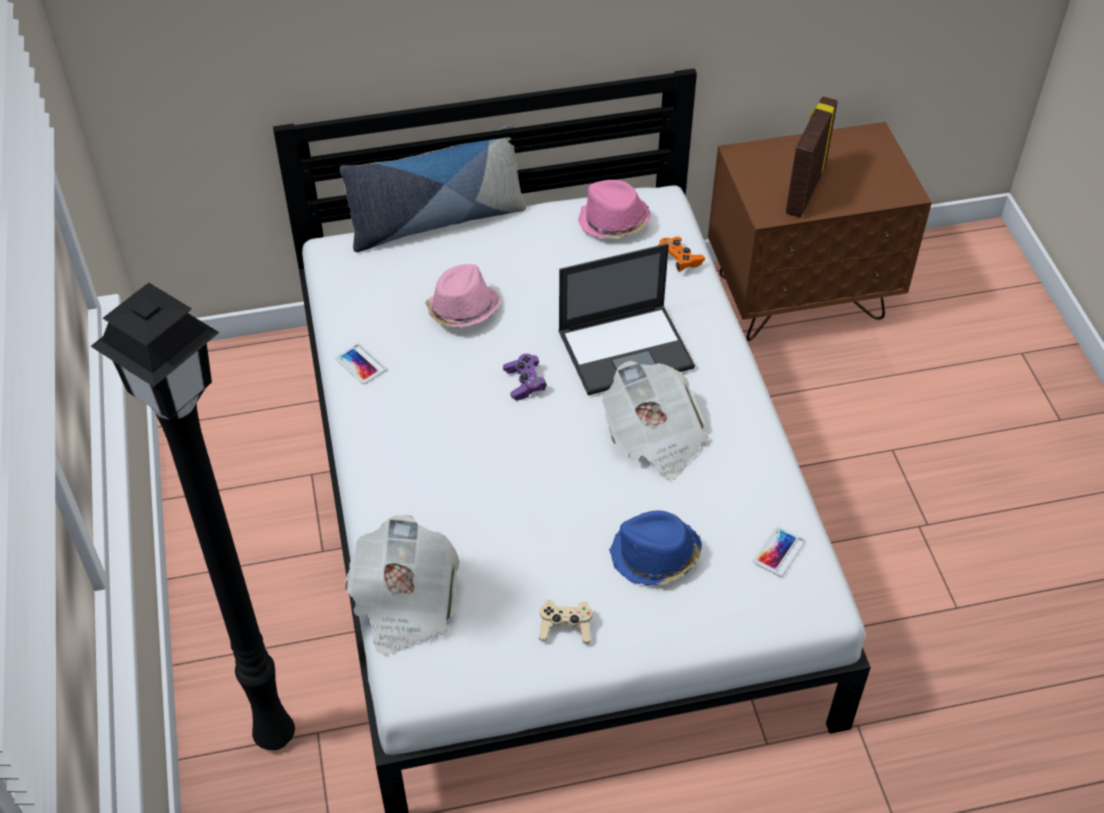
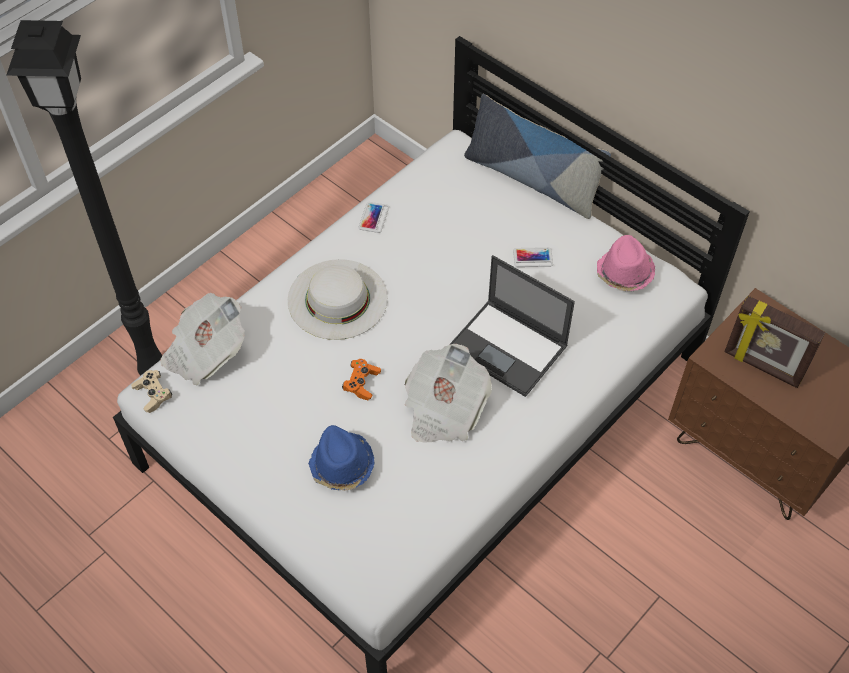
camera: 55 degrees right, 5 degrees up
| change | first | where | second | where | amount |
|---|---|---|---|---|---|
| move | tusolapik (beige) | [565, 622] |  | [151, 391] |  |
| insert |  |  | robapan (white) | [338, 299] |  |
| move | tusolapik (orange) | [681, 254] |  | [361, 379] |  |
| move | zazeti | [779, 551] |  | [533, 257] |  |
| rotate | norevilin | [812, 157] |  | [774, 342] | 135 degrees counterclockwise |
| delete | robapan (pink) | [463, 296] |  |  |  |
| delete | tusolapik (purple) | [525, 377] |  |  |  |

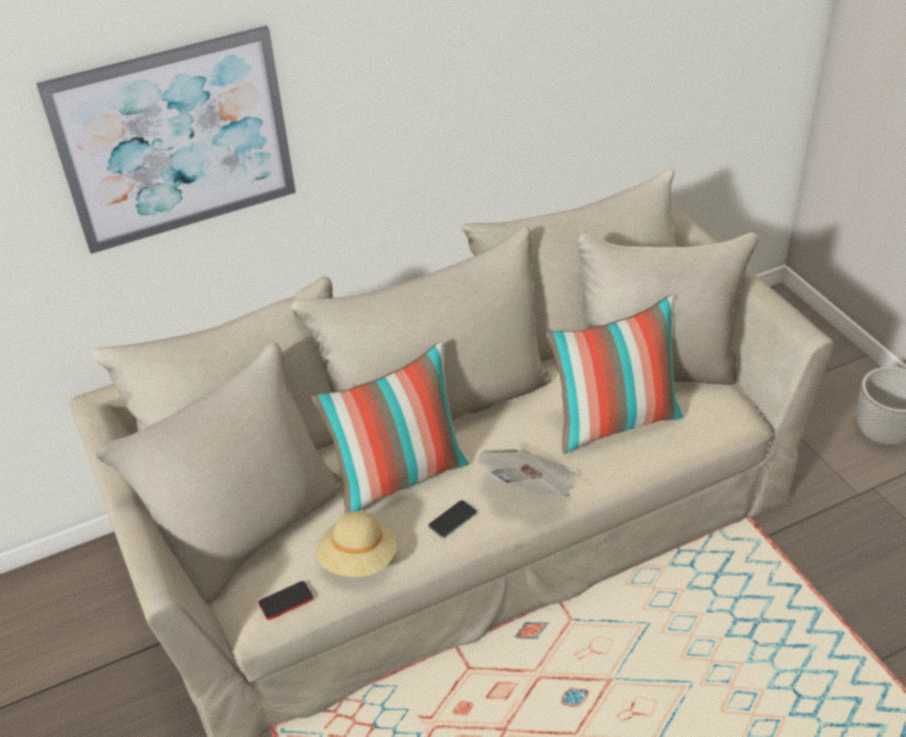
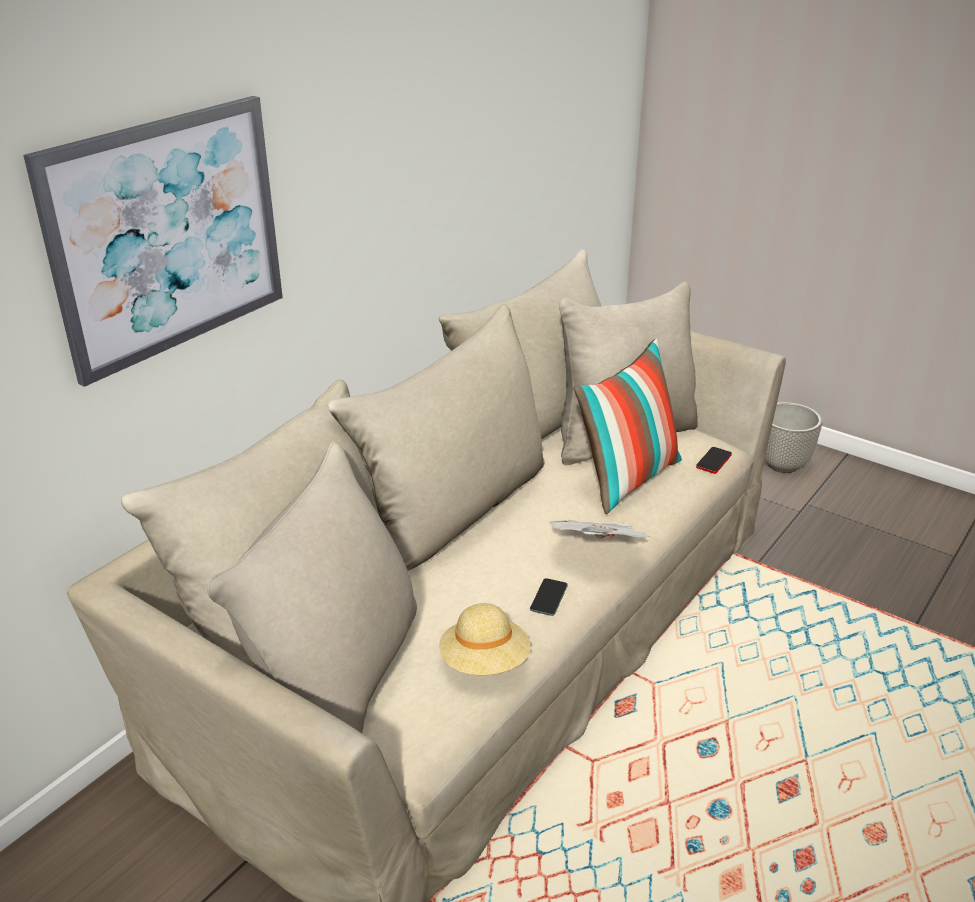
camera: 30 degrees left, 10 degrees down
| change | first | where | second | where | amount |
|---|---|---|---|---|---|
| move | zazeti | [286, 600] |  | [714, 460] |  |
| delete | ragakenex | [390, 427] |  |  |  |

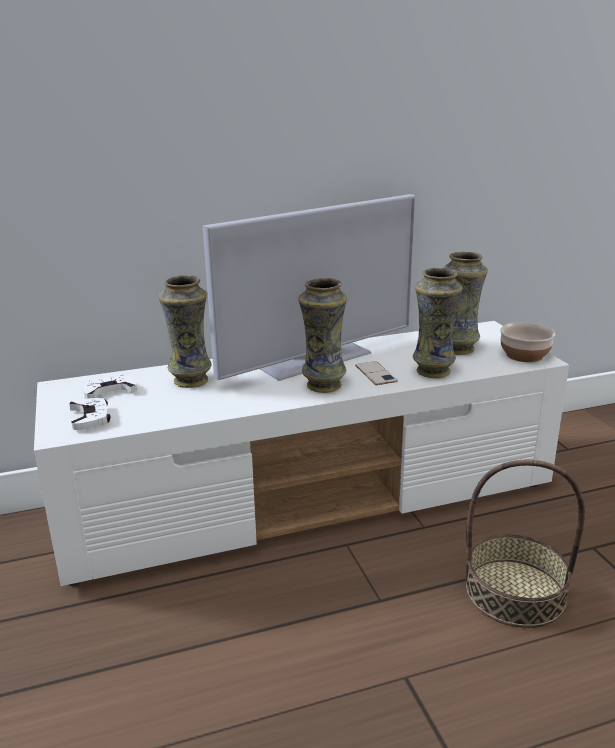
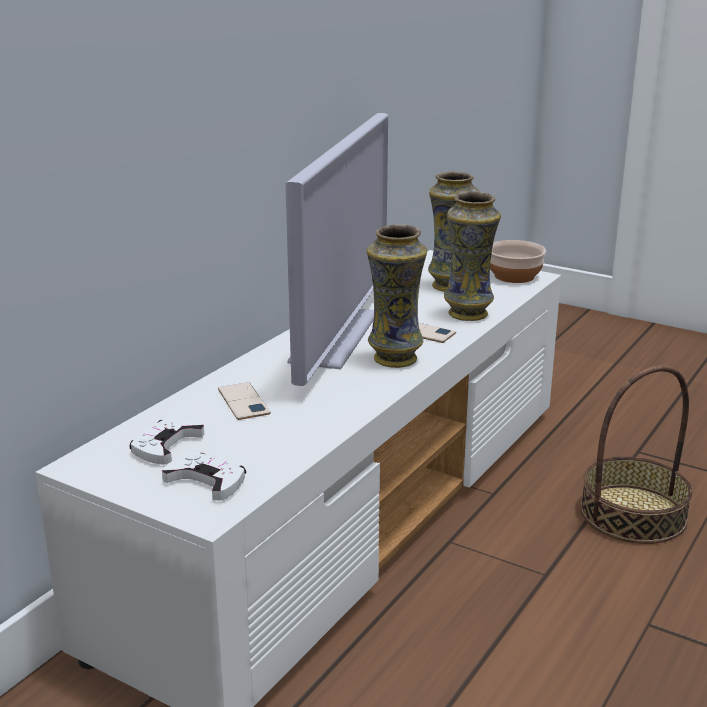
camera: 40 degrees left, 0 degrees up
| change | first | where | second | where | amount |
|---|---|---|---|---|---|
| replace | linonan | [185, 331] | zazeti | [244, 401] |  |

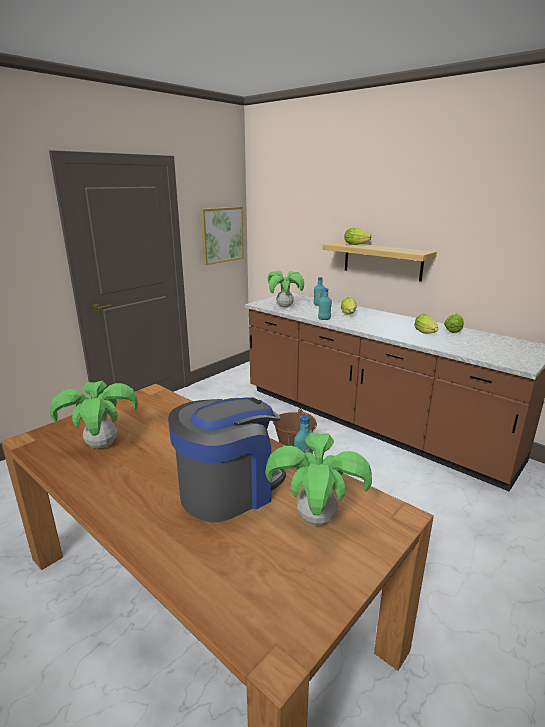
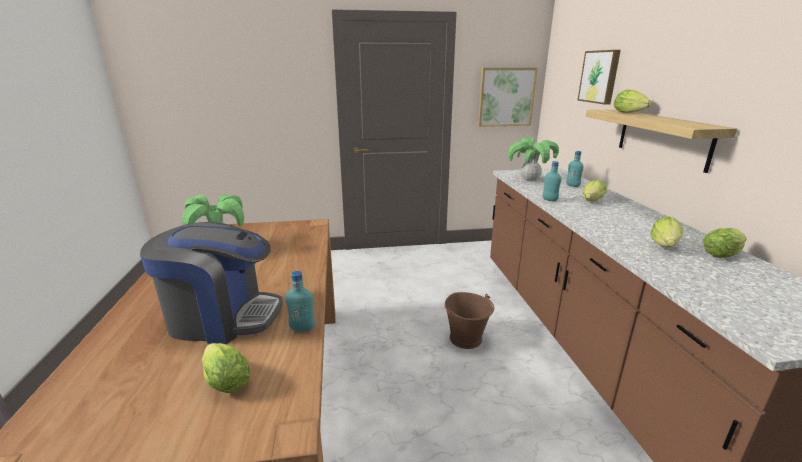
camera: 40 degrees right, 0 degrees up
| change | first | where | second | where | amount |
|---|---|---|---|---|---|
| replace | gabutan | [318, 478] | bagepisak | [226, 368] |  |
| insert |  |  | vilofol | [599, 77] |  |

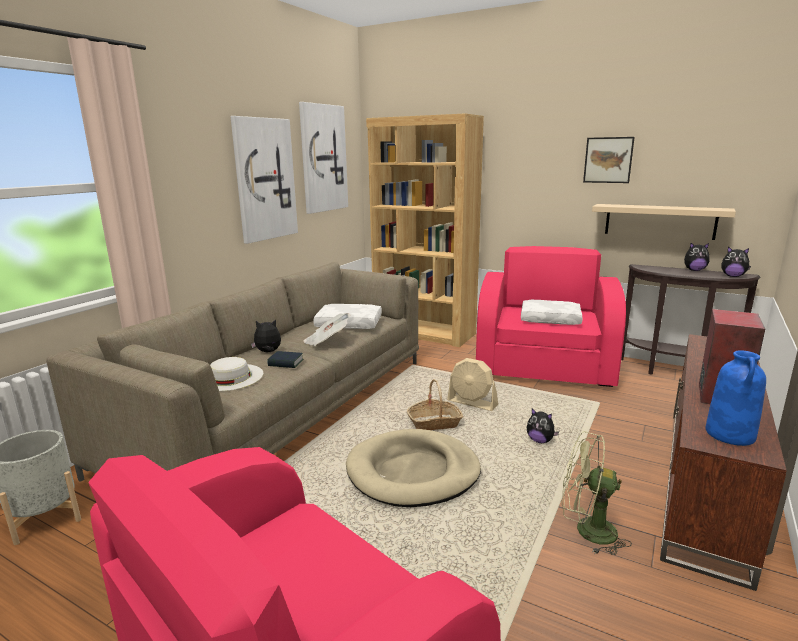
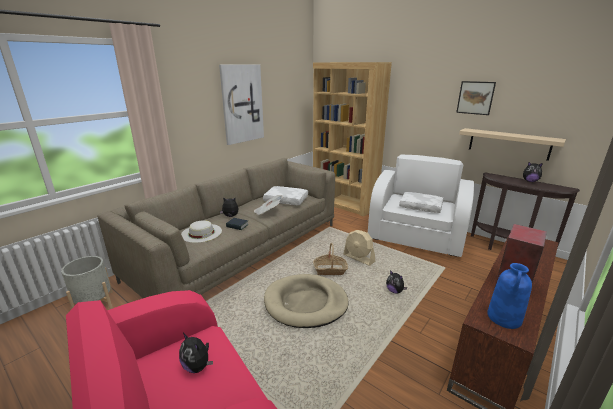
camera: 10 degrees right, 5 degrees up
| change | first | where | second | where | amount |
|---|---|---|---|---|---|
| move | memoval | [736, 262] |  | [196, 353] |  |
| recolor | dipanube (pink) | [551, 316] | dipanube (white) | [421, 206] |  |
| delete | vilofol | [323, 158] |  |  |  |
| delete | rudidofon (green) | [597, 493] |  |  |  |

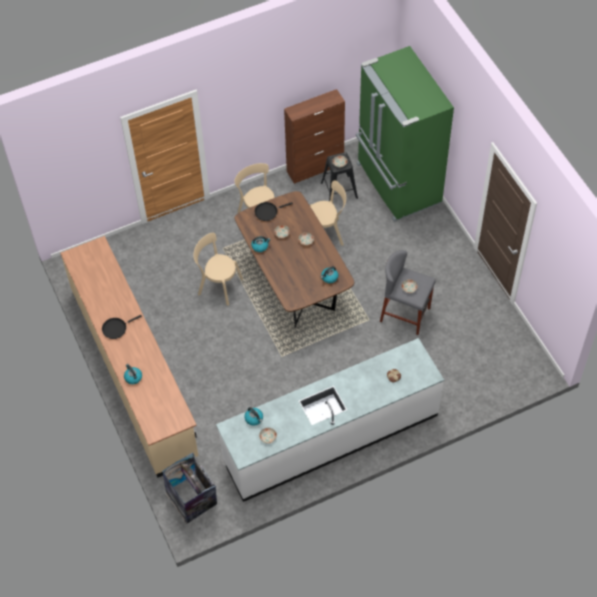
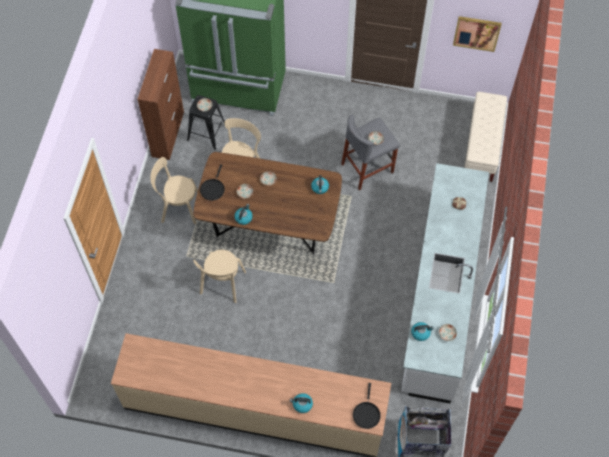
camera: 55 degrees left, 5 degrees up
| change | first | where | second | where | amount |
|---|---|---|---|---|---|
| rotate | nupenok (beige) | [218, 269] |  | [219, 276] | 45 degrees counterclockwise |
| move | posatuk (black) | [122, 327] |  | [367, 406] |  |
| insert |  |  | vilofol | [477, 34] |  |
| insert |  |  | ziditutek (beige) | [486, 137] |  |

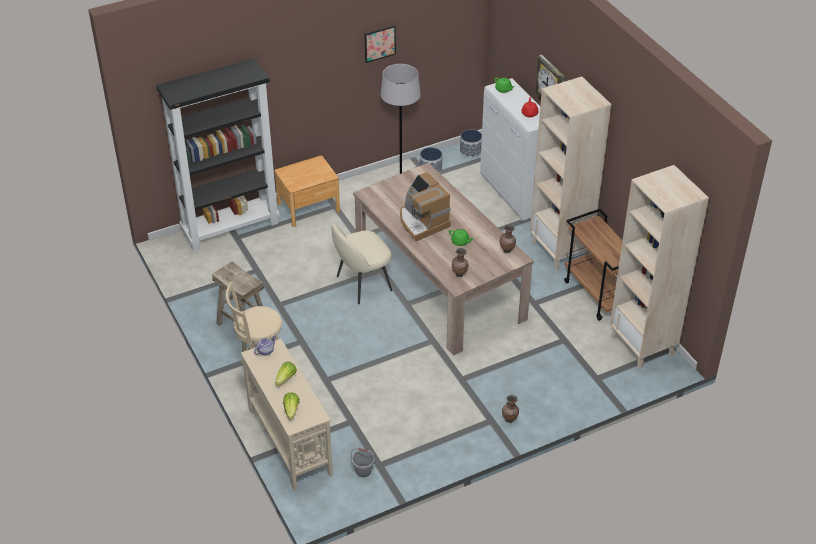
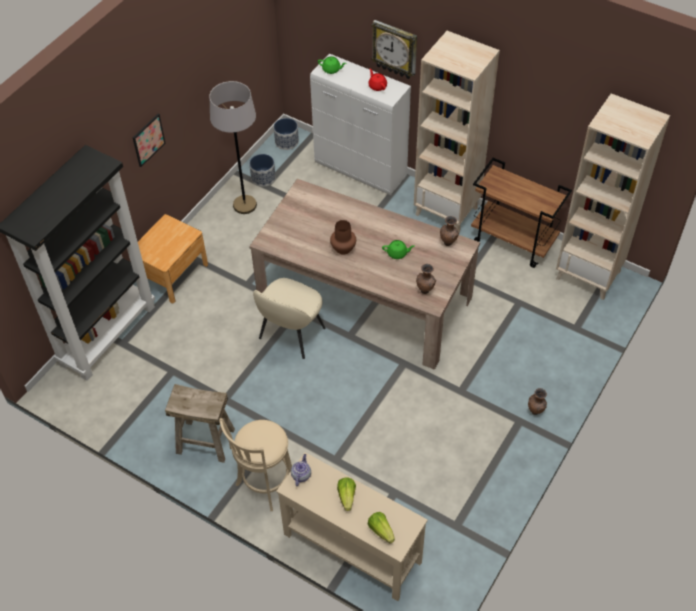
camera: 30 degrees left, 10 degrees up
| change | first | where | second | where | amount |
|---|---|---|---|---|---|
| move | vilofol | [380, 44] |  | [149, 140] |  |
| replace | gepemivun | [425, 206] | linonan (brown) | [343, 237] |  |
| delete | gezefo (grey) | [363, 462] |  |  |  |

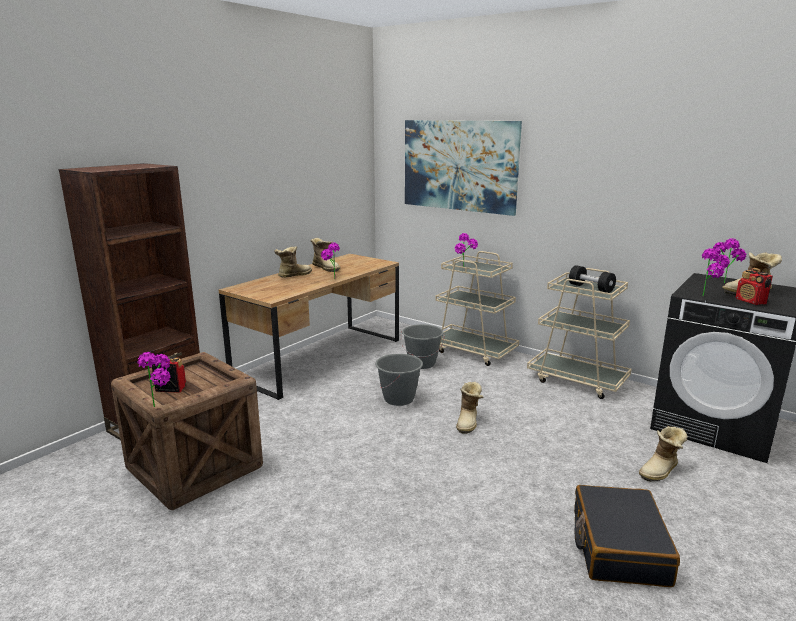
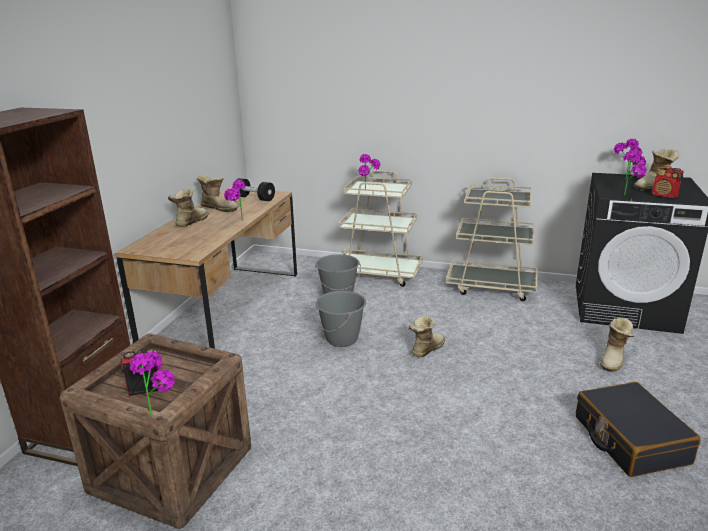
camera: 20 degrees left, 5 degrees up
| change | first | where | second | where | amount |
|---|---|---|---|---|---|
| move | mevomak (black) | [592, 279] |  | [255, 189] |  |
| rotate | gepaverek | [470, 408] |  | [427, 336] | 135 degrees counterclockwise |
| delete | vilofol | [463, 168] |  |  |  |

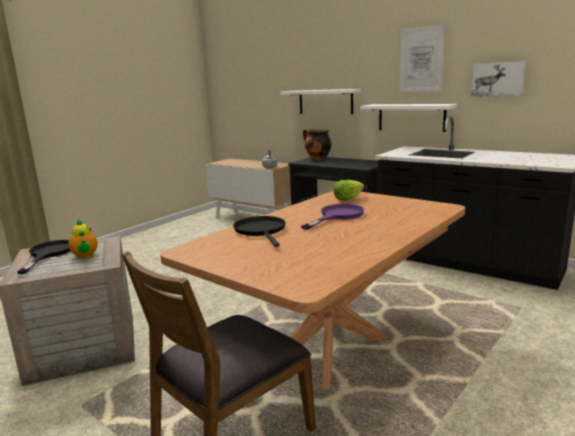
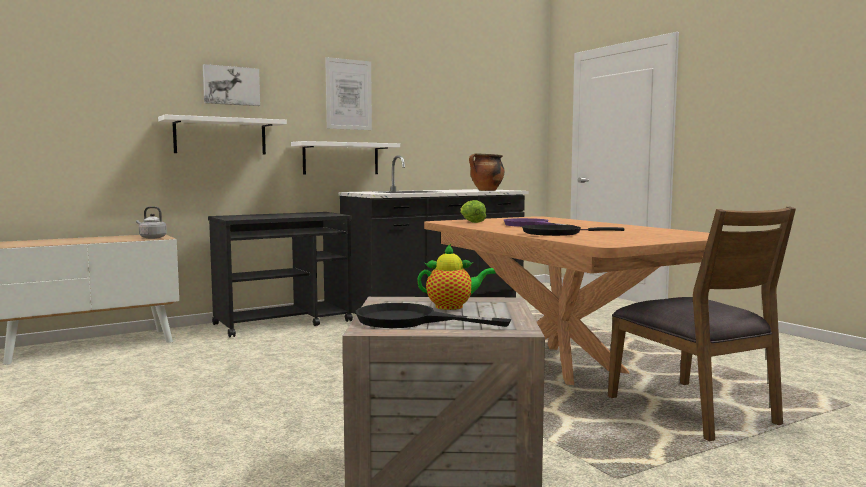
camera: 70 degrees left, 10 degrees down
| change | first | where | second | where | amount |
|---|---|---|---|---|---|
| move | vilofol | [498, 79] |  | [231, 85] |  |
| move | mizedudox | [317, 144] |  | [486, 172] |  |

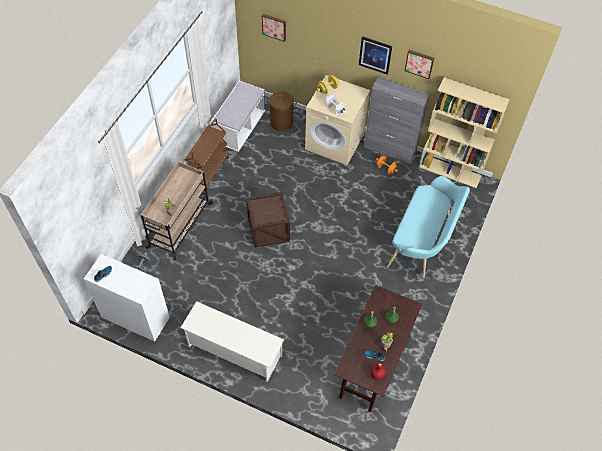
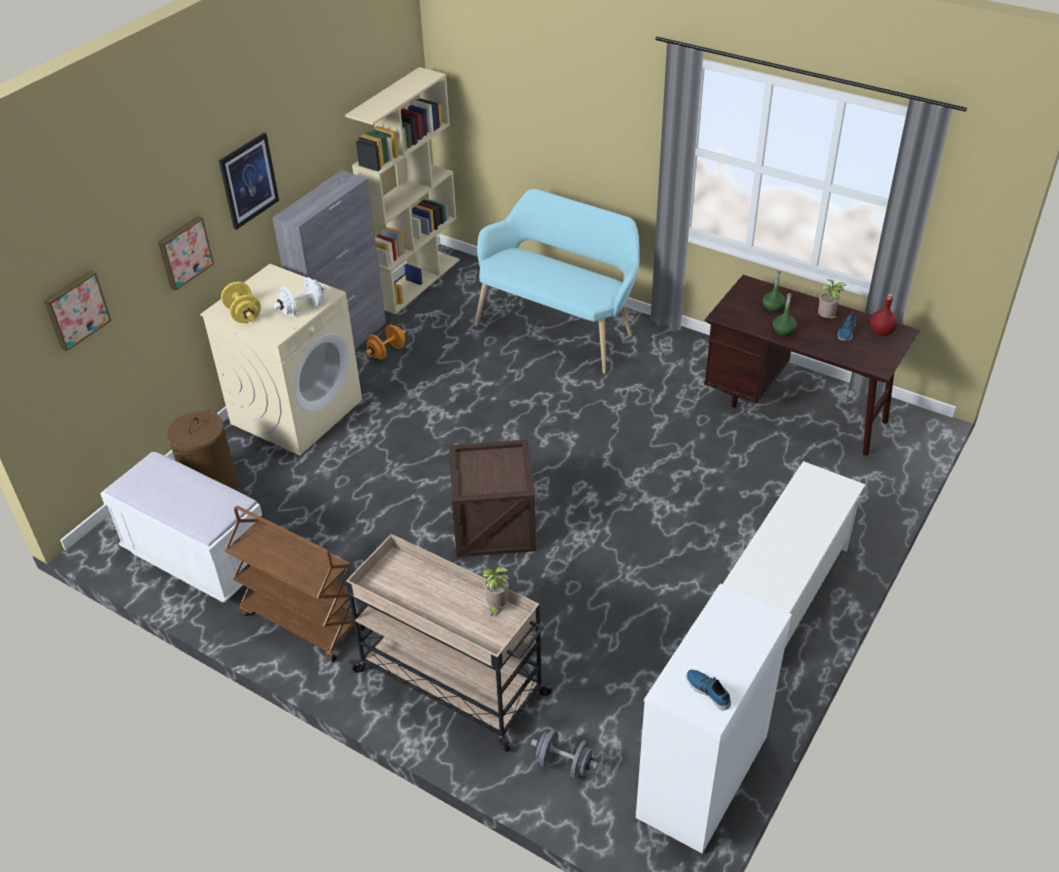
camera: 80 degrees left, 15 degrees down
| change | first | where | second | where | amount |
|---|---|---|---|---|---|
| move | vilofol | [419, 64] |  | [186, 253] |  |

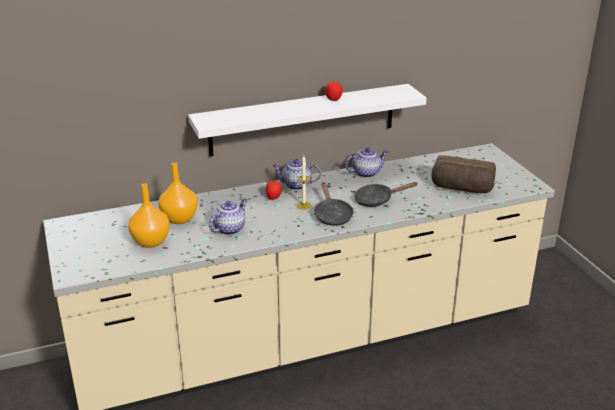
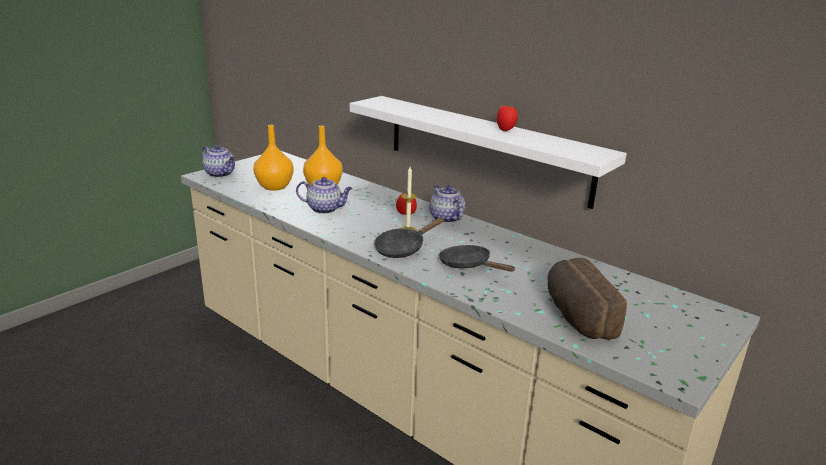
camera: 60 degrees right, 5 degrees down
| change | first | where | second | where | amount |
|---|---|---|---|---|---|
| move | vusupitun | [367, 163] |  | [218, 161] |  |

